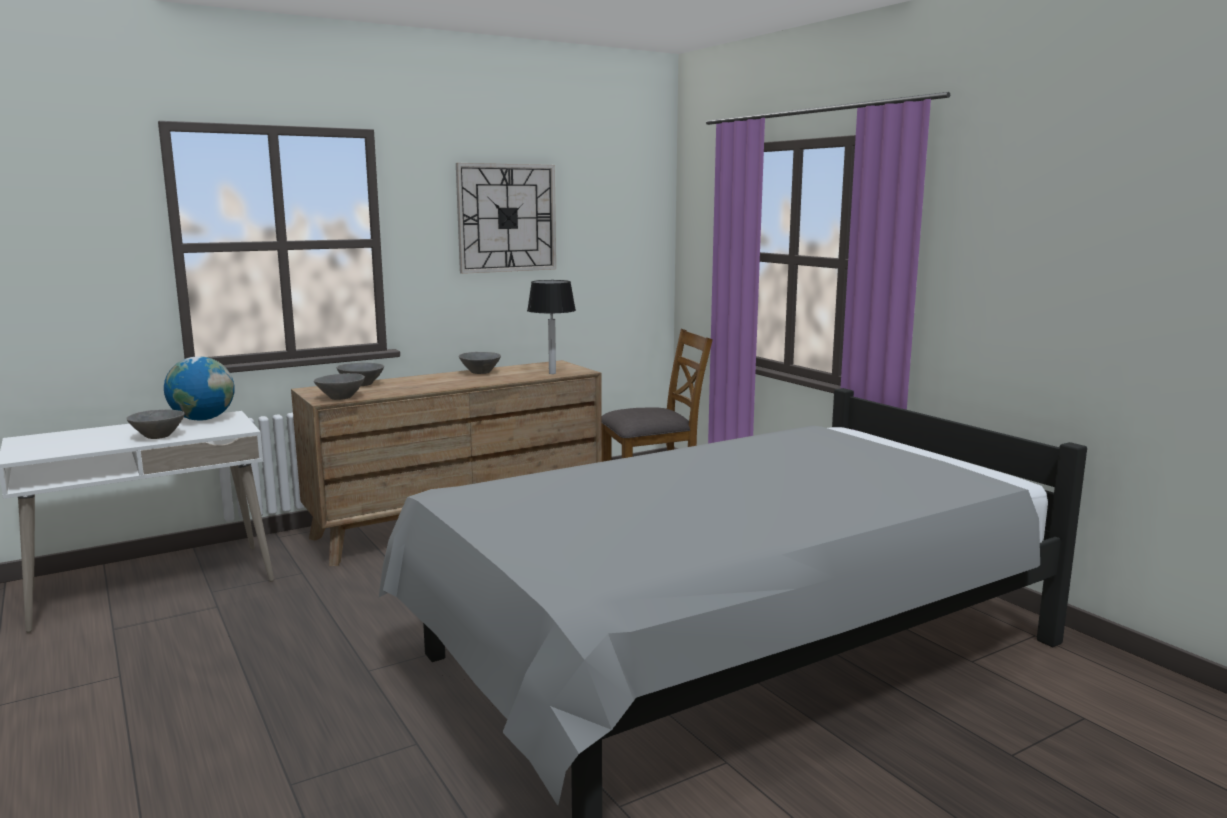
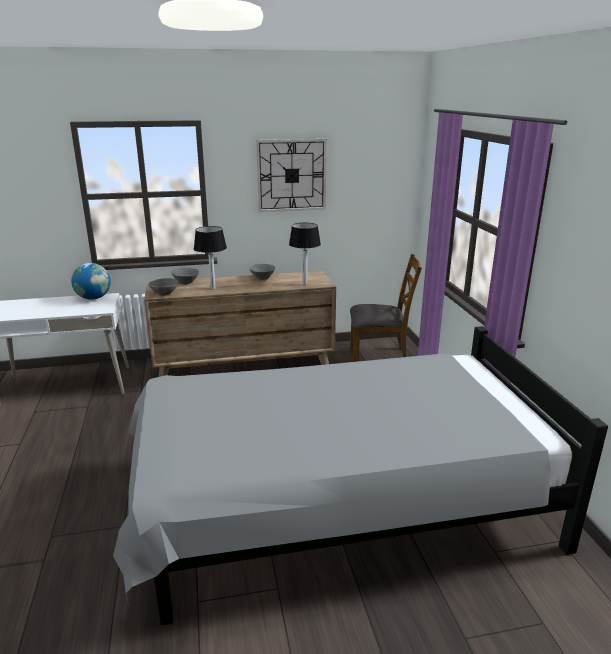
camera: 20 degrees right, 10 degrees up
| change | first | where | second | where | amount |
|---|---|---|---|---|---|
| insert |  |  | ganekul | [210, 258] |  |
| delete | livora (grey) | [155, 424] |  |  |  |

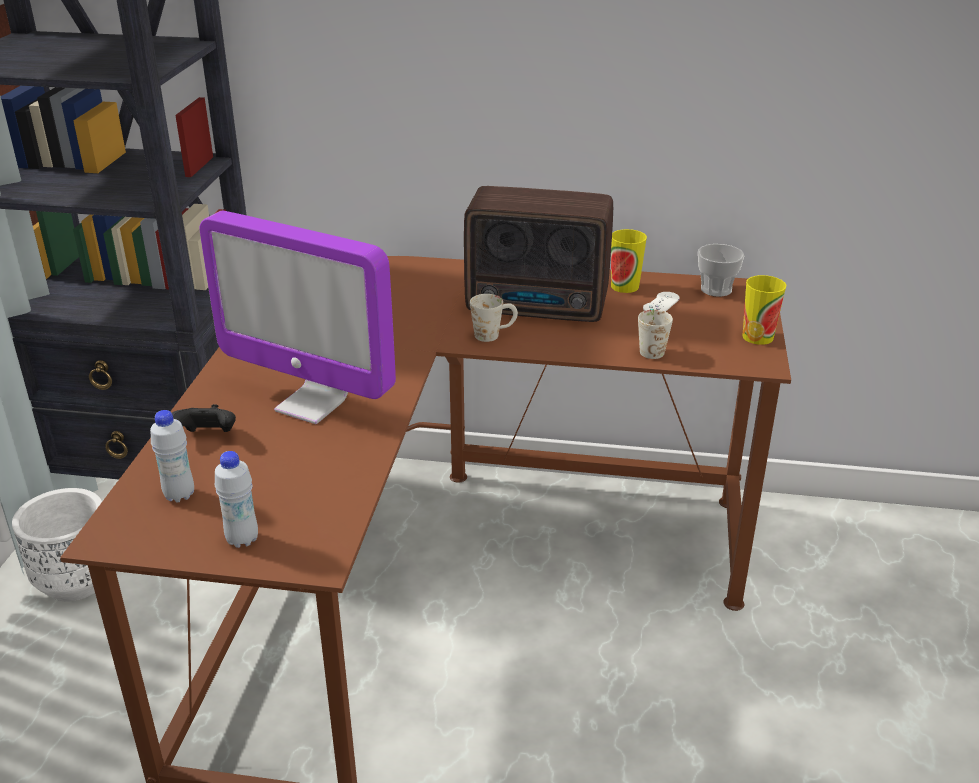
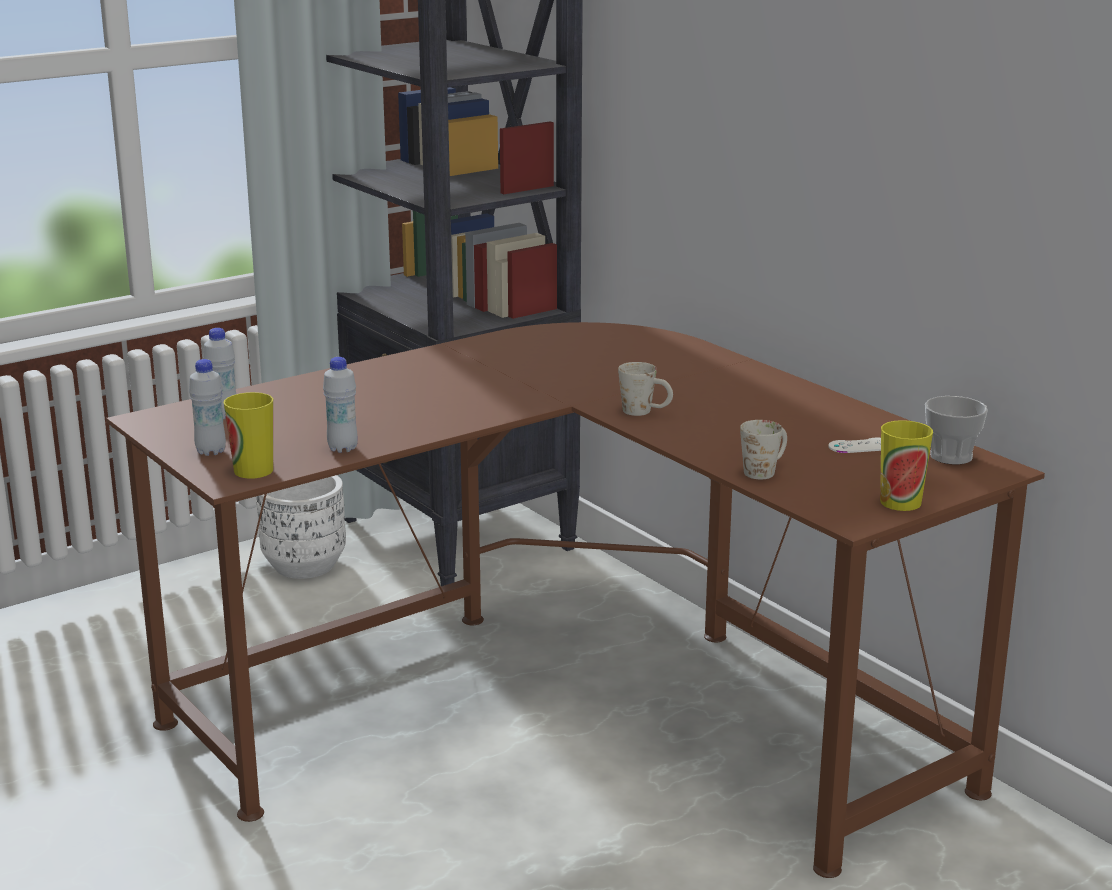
camera: 45 degrees right, 10 degrees down
| change | first | where | second | where | amount |
|---|---|---|---|---|---|
| move | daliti | [629, 261] |  | [248, 435] |  |
| insert |  |  | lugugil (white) | [340, 405] |  |
| delete | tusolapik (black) | [204, 418] |  |  |  |
| delete | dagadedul | [297, 317] |  |  |  |
| delete | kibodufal | [538, 254] |  |  |  |

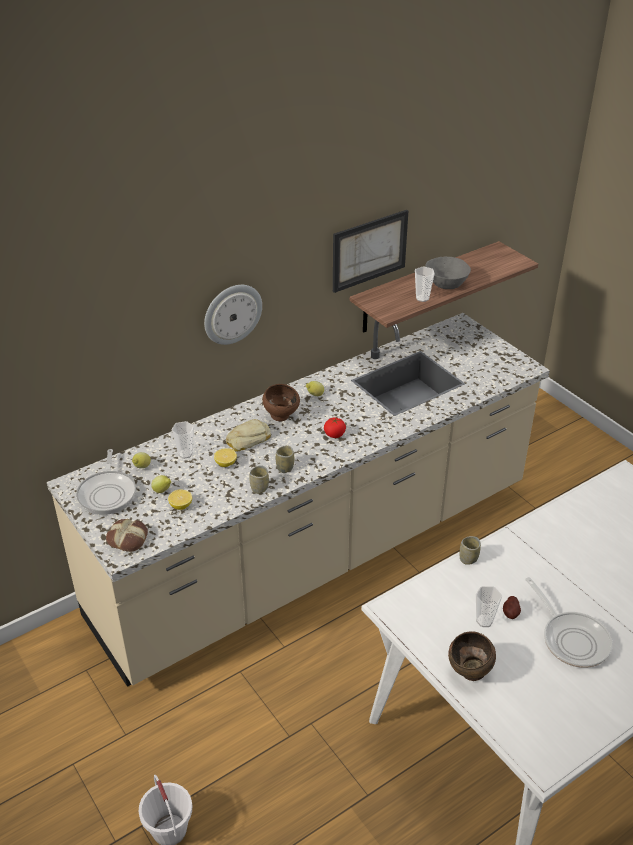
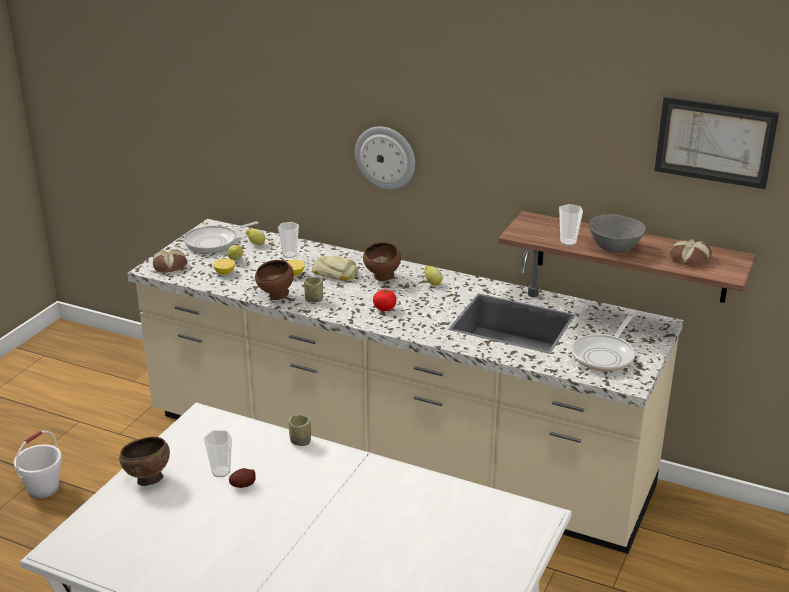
camera: 60 degrees right, 10 degrees down
| change | first | where | second | where | amount |
|---|---|---|---|---|---|
| replace | daliti | [259, 479] | livora (brown) | [274, 280] |  |
| move | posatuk | [569, 622] |  | [603, 342] |  |
| move | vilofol | [370, 251] |  | [716, 143] |  |
| insert |  |  | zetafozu | [691, 253] |  |

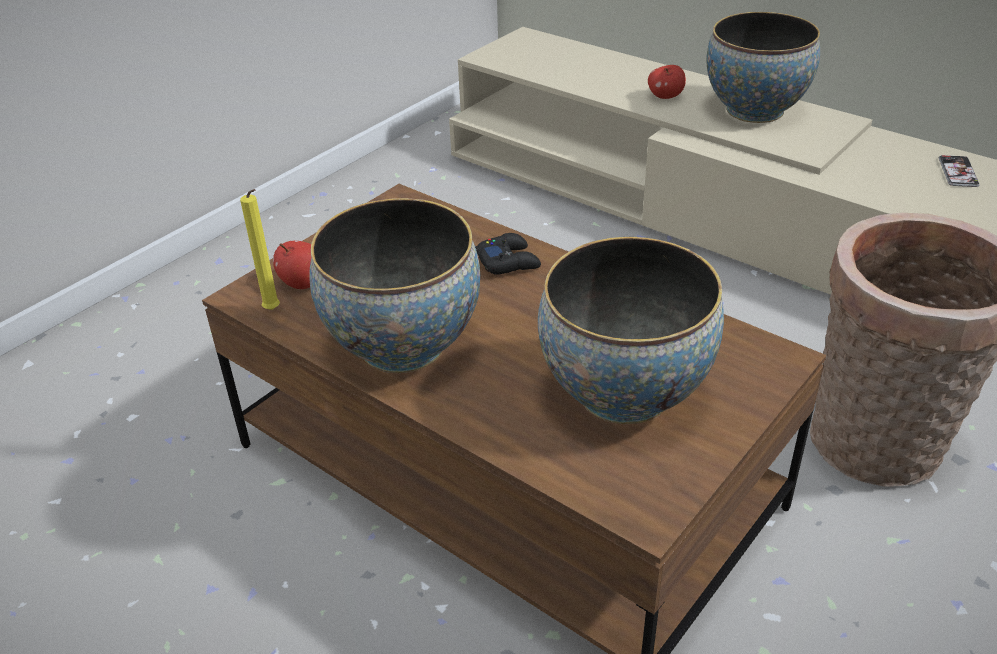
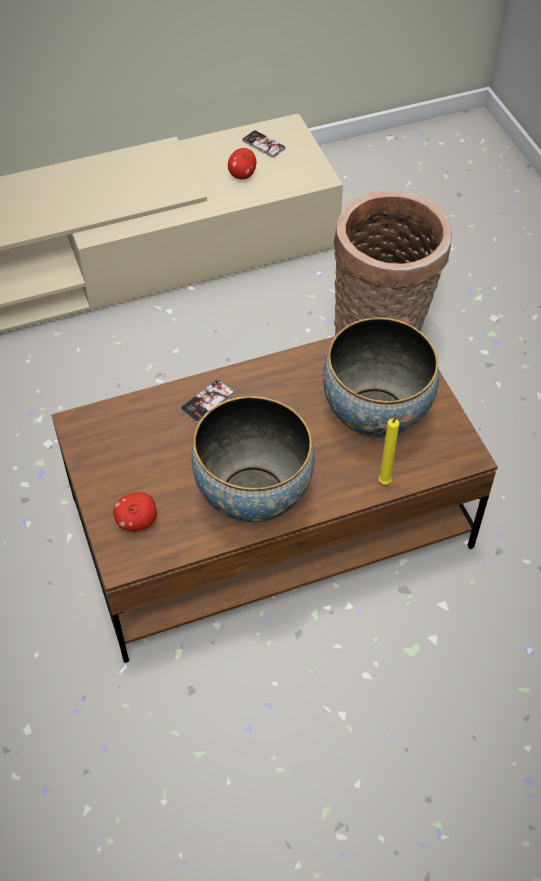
camera: 60 degrees left, 15 degrees up
| change | first | where | second | where | amount |
|---|---|---|---|---|---|
| replace | tusolapik (black) | [508, 253] | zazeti | [207, 401] |  |
| move | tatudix | [667, 82] |  | [242, 163] |  |
| move | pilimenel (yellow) | [260, 249] |  | [392, 448] |  |
| delete | livora | [763, 67] |  |  |  |

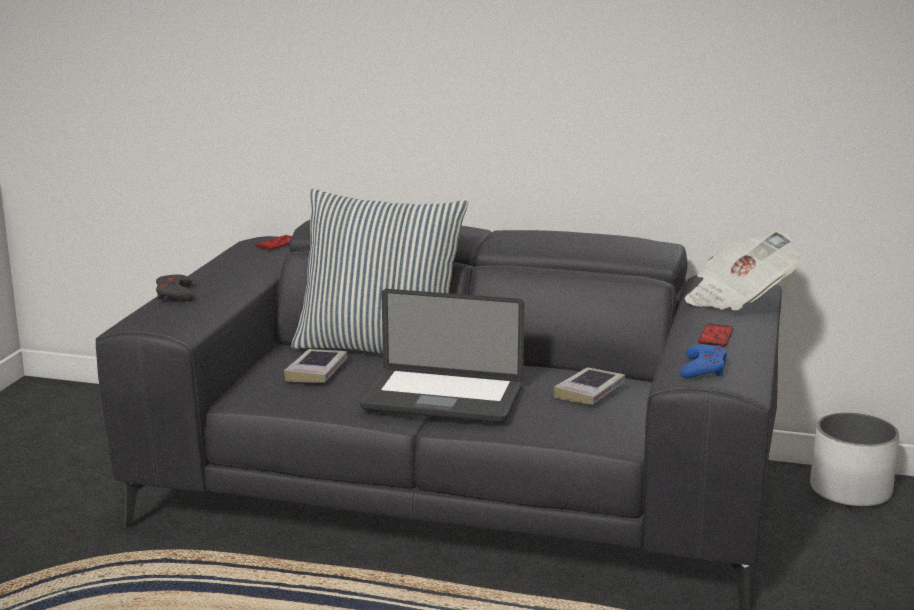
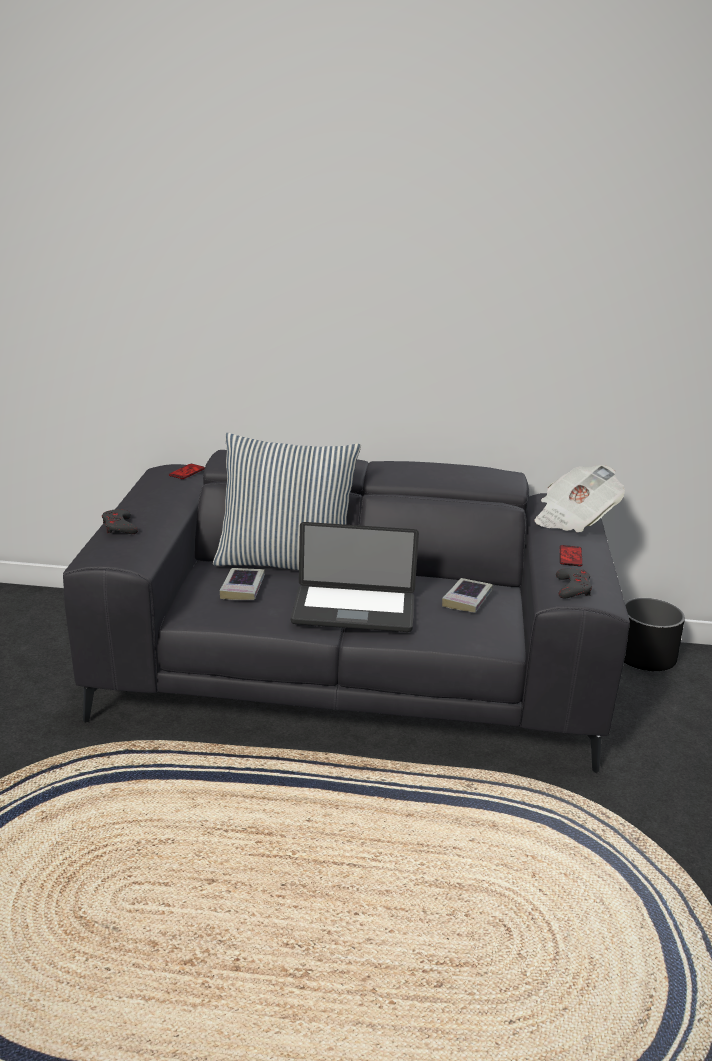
camera: 10 degrees left, 5 degrees up
| change | first | where | second | where | amount |
|---|---|---|---|---|---|
| recolor | tusolapik (blue) | [703, 361] | tusolapik (grey) | [574, 583] |  |
| recolor | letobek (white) | [854, 460] | letobek (black) | [654, 635] |  |

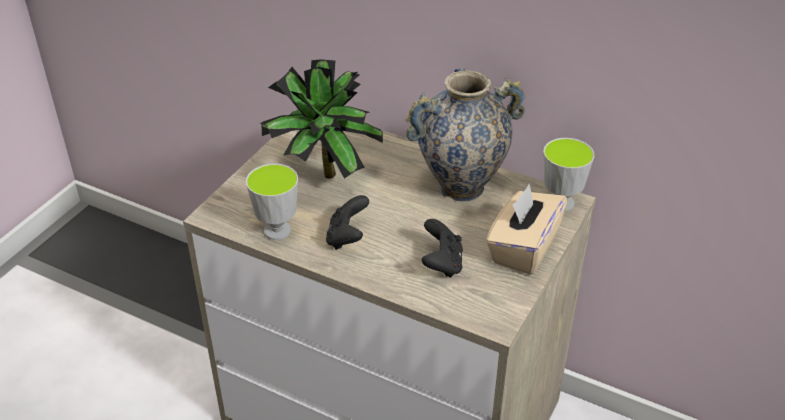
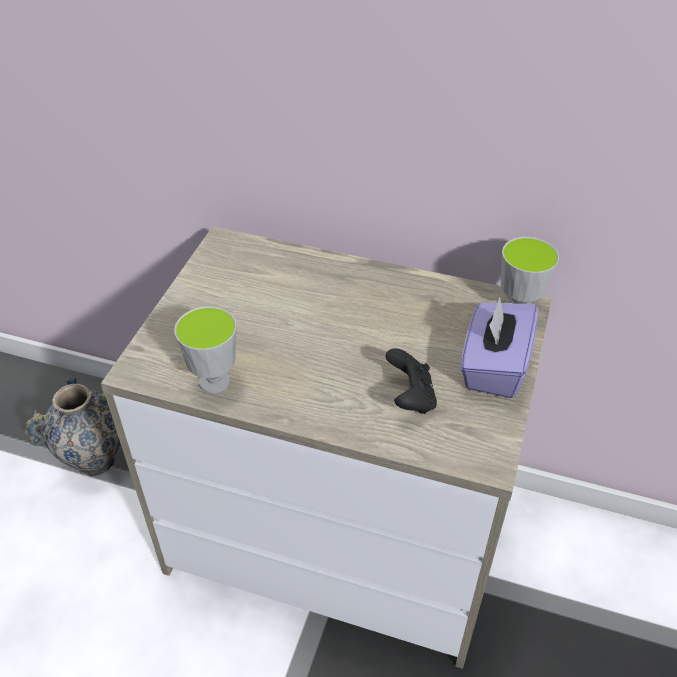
camera: 10 degrees left, 5 degrees up
| change | first | where | second | where | amount |
|---|---|---|---|---|---|
| move | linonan | [465, 135] |  | [72, 426] |  |
| recolor | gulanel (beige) | [527, 229] | gulanel (purple) | [499, 347] |  |
| delete | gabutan | [321, 119] |  |  |  |
| delete | tusolapik (black) | [347, 222] |  |  |  |

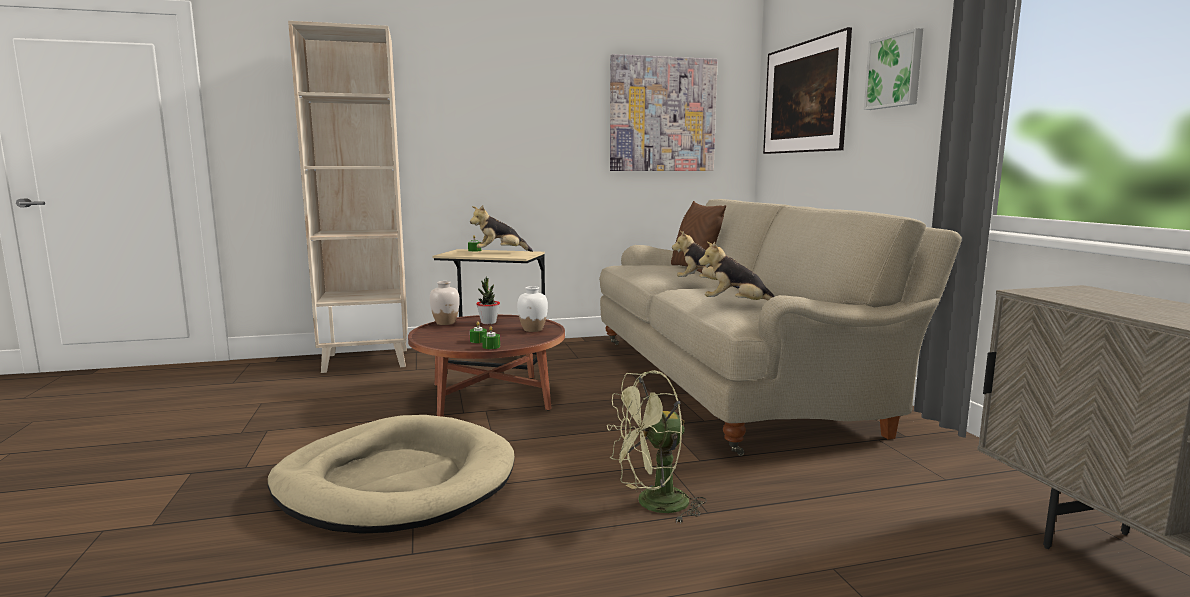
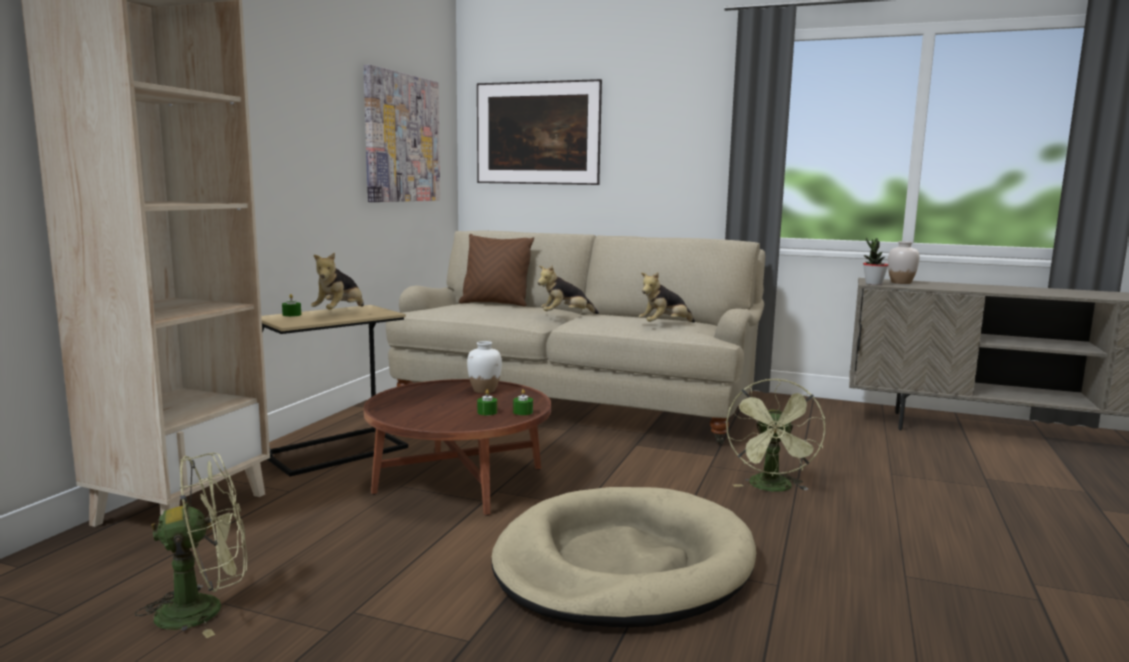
camera: 55 degrees left, 0 degrees up
| change | first | where | second | where | amount |
|---|---|---|---|---|---|
| insert |  |  | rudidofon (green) | [191, 545] |  |
| move | gabutan | [488, 300] |  | [875, 261] |  |
| move | linonan (white) | [445, 303] |  | [904, 262] |  |
| delete | vilofol | [893, 69] |  |  |  |

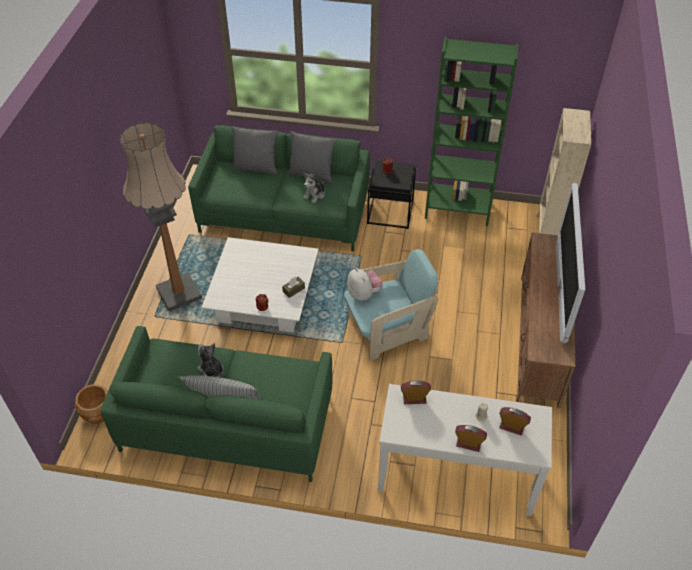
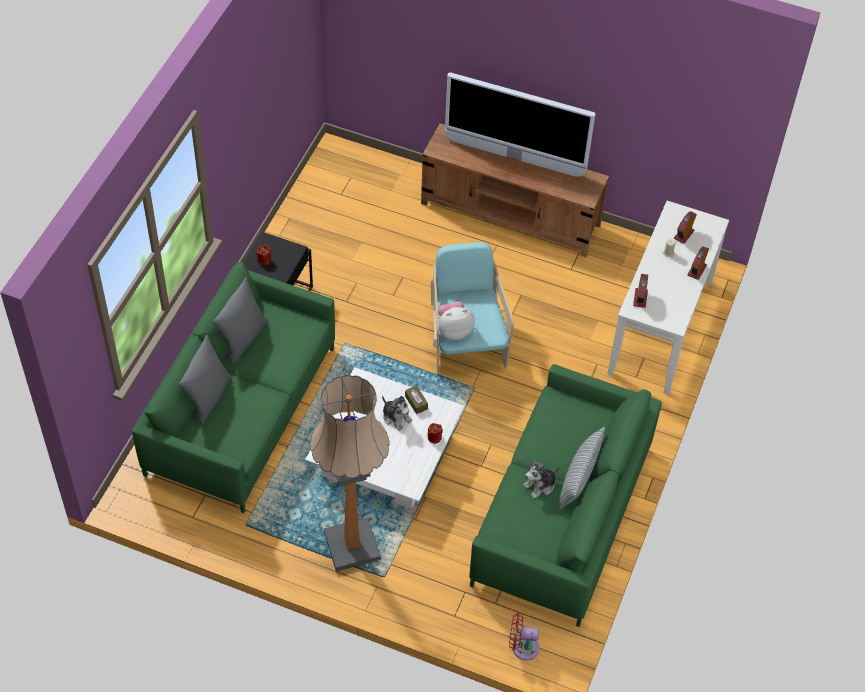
camera: 80 degrees left, 5 degrees up
| change | first | where | second | where | amount |
|---|---|---|---|---|---|
| move | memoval | [314, 188] |  | [397, 413] |  |
| replace | letobek (brown) | [91, 404] | rudidofon (red) | [524, 636] |  |
| delete | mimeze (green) | [471, 131] |  |  |  |
| delete | mimeze (beige) | [564, 171] |  |  |  |

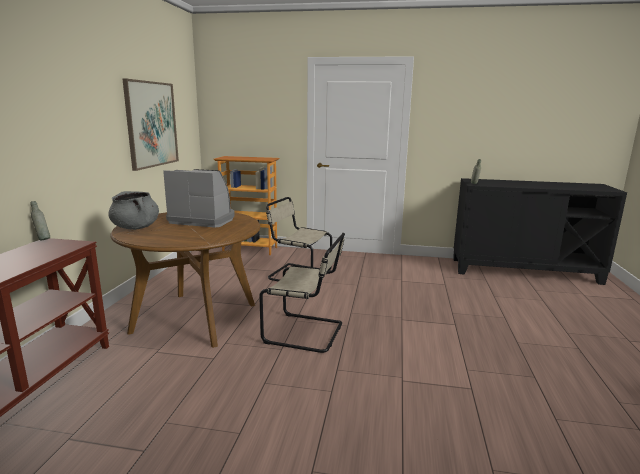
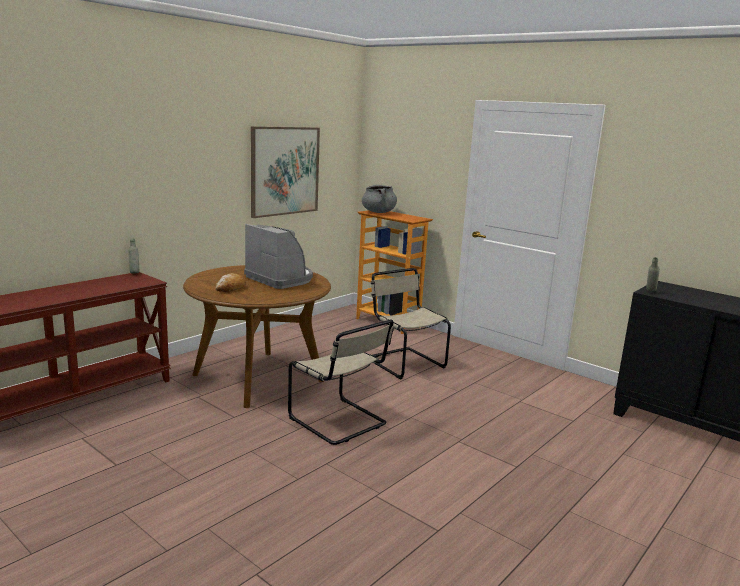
camera: 30 degrees right, 0 degrees up
| change | first | where | second | where | amount |
|---|---|---|---|---|---|
| insert |  |  | zetafozu | [230, 282] |  |
| move | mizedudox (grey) | [133, 210] |  | [379, 198] |  |

